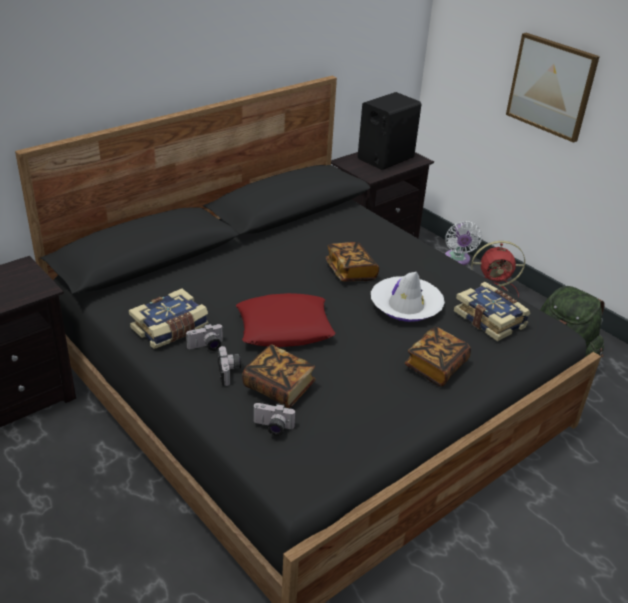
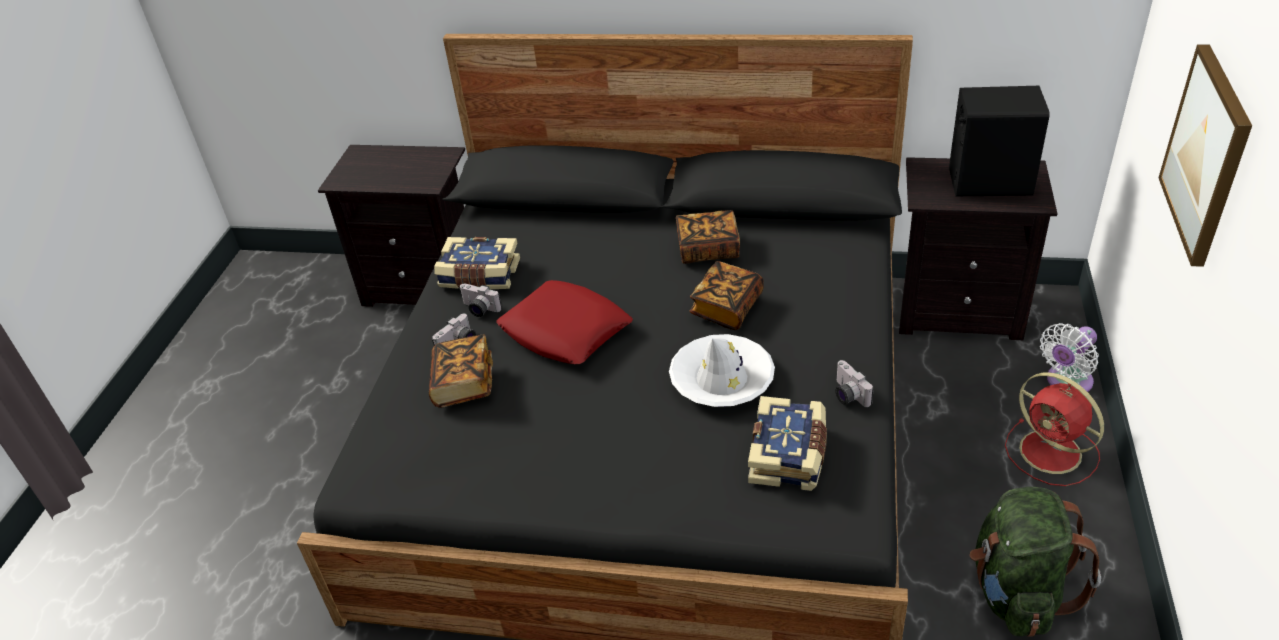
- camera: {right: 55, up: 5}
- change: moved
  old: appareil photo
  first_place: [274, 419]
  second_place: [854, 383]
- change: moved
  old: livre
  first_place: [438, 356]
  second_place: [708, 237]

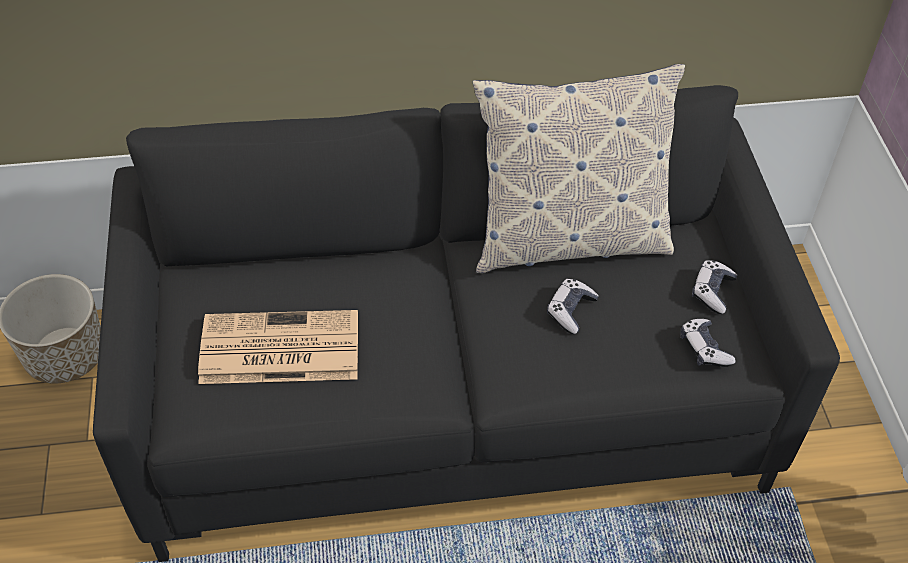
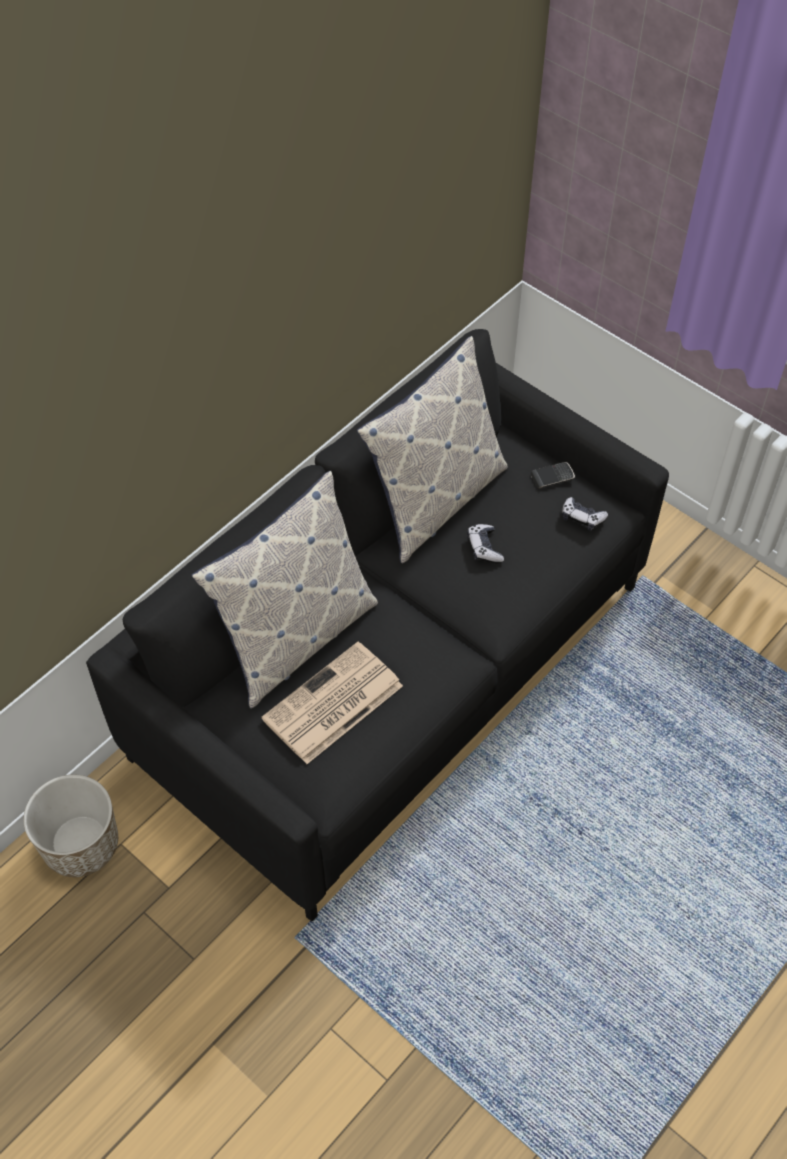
- camera: {right: -40, up: 5}
- change: added
  new: coussin
  second_place: [284, 589]
- change: replaced
  old: manette
  new: téléphone
  first_place: [714, 287]
  second_place: [553, 475]

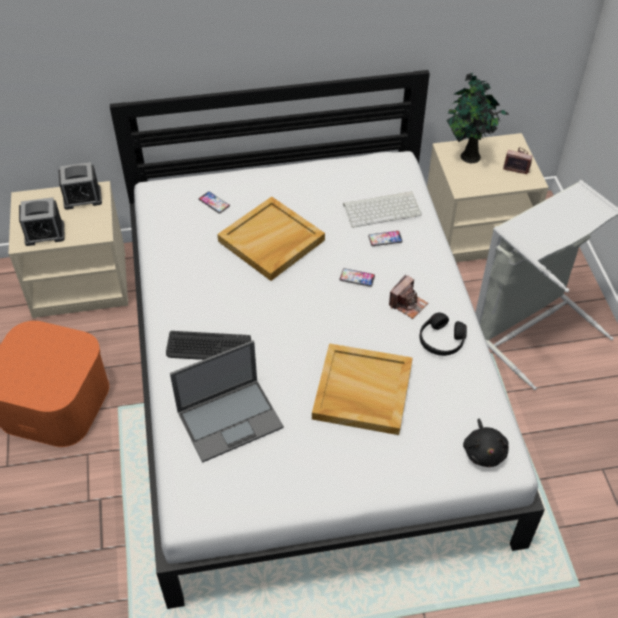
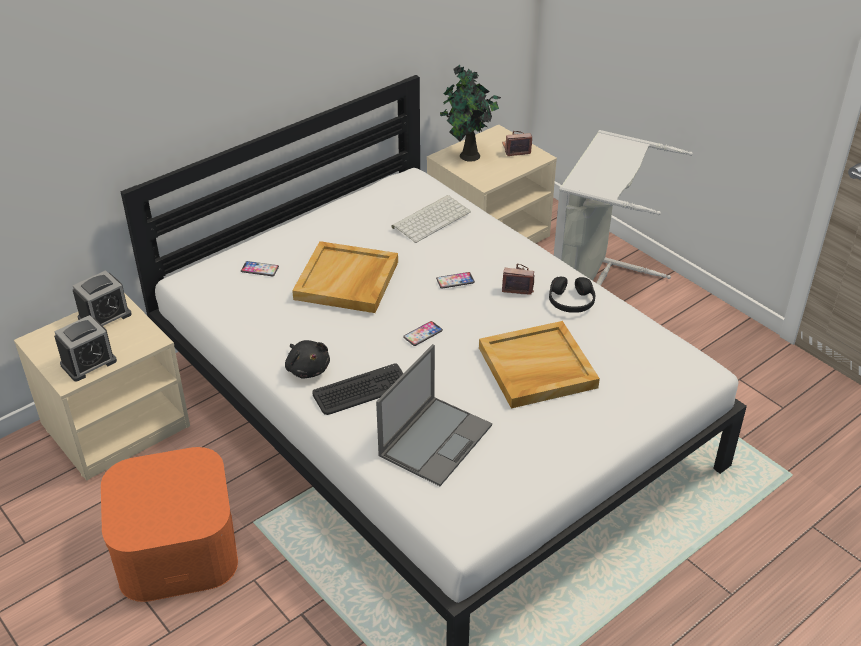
- camera: {right: -30, up: -10}
- change: moved
  old: téléphone
  first_place: [385, 238]
  second_place: [423, 333]
- change: moved
  old: peluche (noir)
  first_place: [486, 443]
  second_place: [307, 359]
- change: turned
  old: appareil photo
  first_place: [408, 297]
  second_place: [518, 279]
  degrees: -90

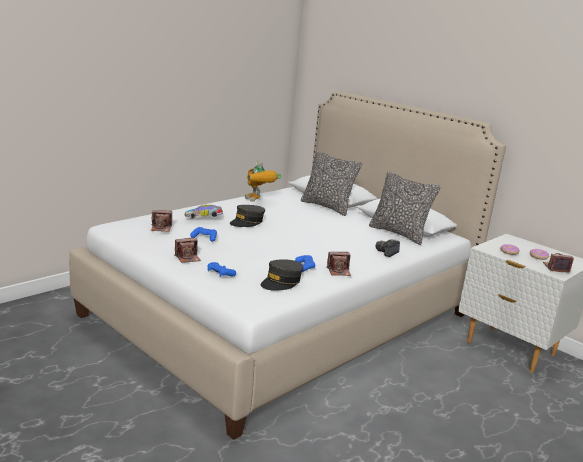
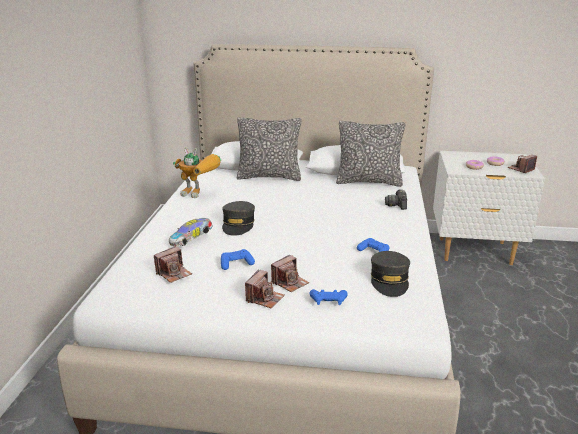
- camera: {right: -35, up: 5}
- change: moved
  old: appareil photo
  first_place: [338, 264]
  second_place: [290, 273]

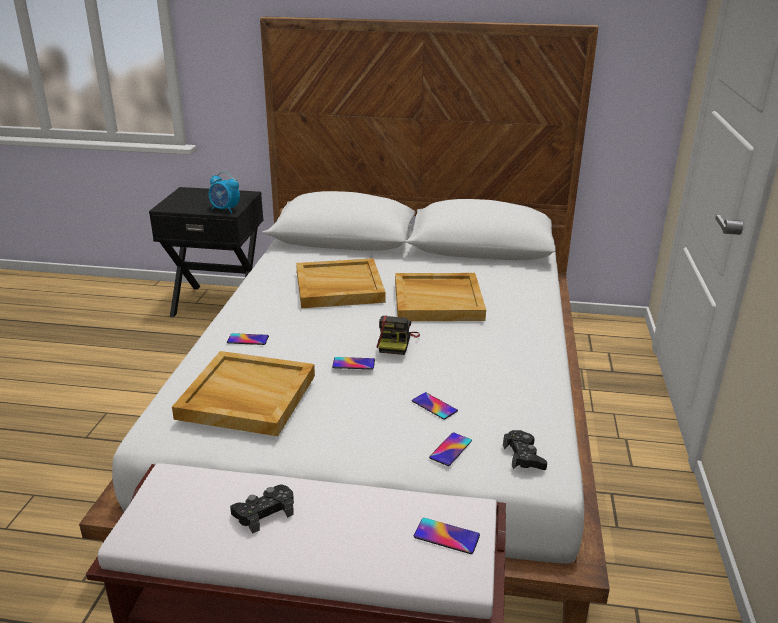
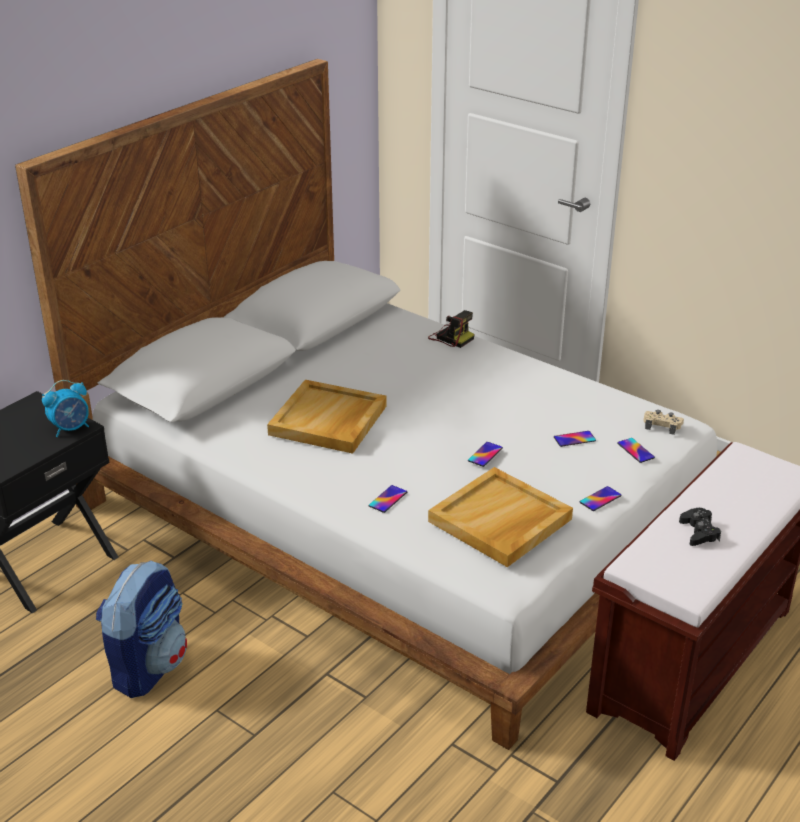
- camera: {right: -60, up: 5}
- change: removed
  old: plateau (beige)
  first_place: [440, 297]
- change: added
  new: sac à dos
  second_place: [141, 629]
- change: moved
  old: appareil photo
  first_place: [398, 335]
  second_place: [451, 329]
- change: moved
  old: téléphone
  first_place: [447, 536]
  second_place: [601, 498]
- change: recoloured
  old: manette (noir)
  new: manette (beige)
  first_place: [525, 450]
  second_place: [663, 422]

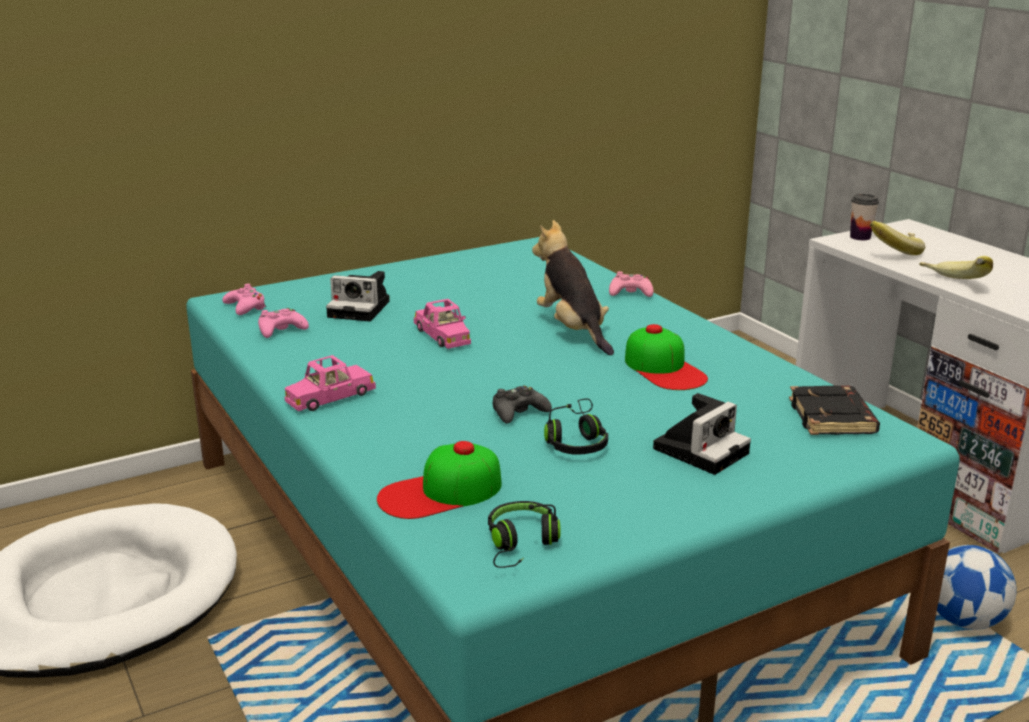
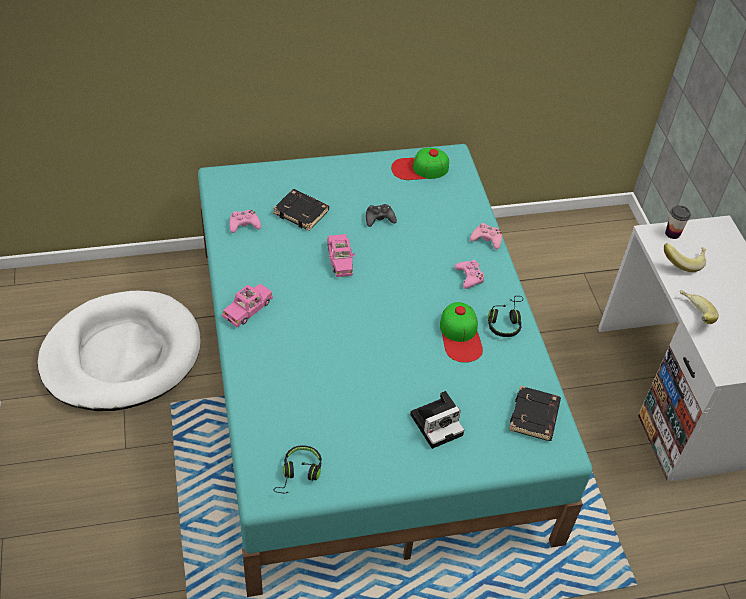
- camera: {right: 15, up: 25}
- change: removed
  old: peluche
  first_place: [573, 287]
- change: removed
  old: ballon de foot
  first_place: [977, 587]
- change: moved
  old: manette (rose)
  first_place: [244, 299]
  second_place: [469, 274]
- change: moved
  old: casquette
  first_place: [439, 480]
  second_place: [420, 164]
- change: moved
  old: manette (noir)
  first_place: [522, 404]
  second_place: [381, 215]
- change: moved
  old: casque audio (noir)
  first_place: [576, 426]
  second_place: [505, 316]
- change: replaced
  old: appareil photo
  new: livre (noir)
  first_place: [358, 296]
  second_place: [301, 210]
- change: turned
  old: petite voiture (rose)
  first_place: [330, 383]
  second_place: [247, 305]
  degrees: 150

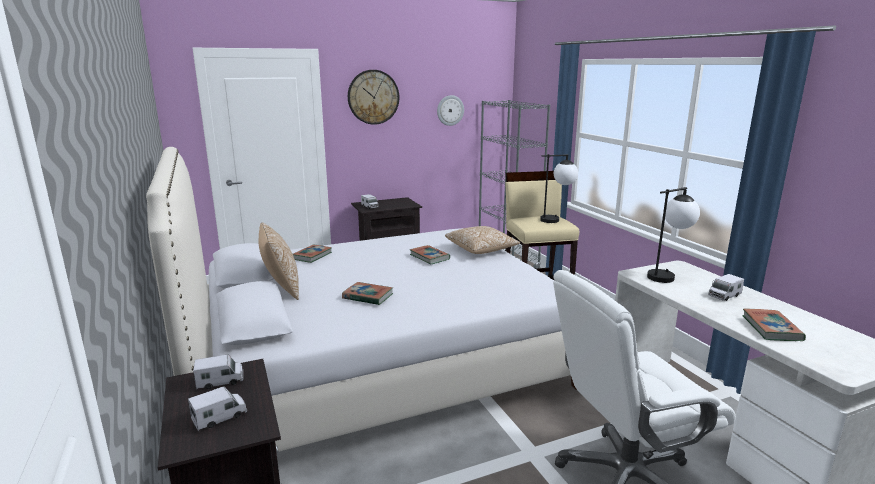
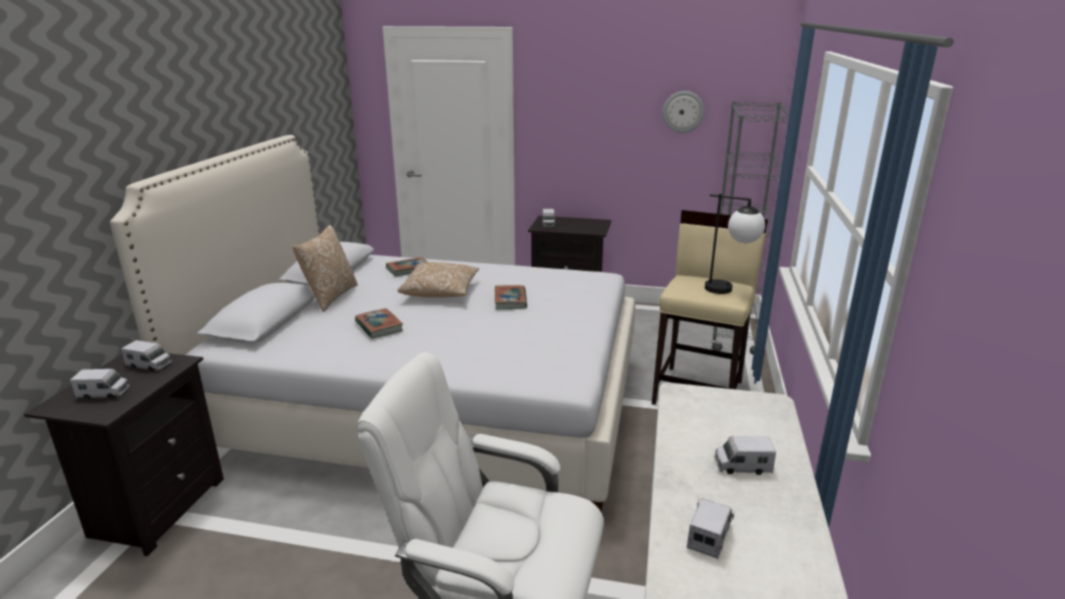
- camera: {right: 35, up: 5}
- change: removed
  old: horloge murale
  first_place: [373, 97]
- change: removed
  old: lampe de table
  first_place: [673, 235]
- change: moved
  old: coussin
  first_place: [482, 240]
  second_place: [438, 280]
- change: replaced
  old: livre
  new: camion jouet
  first_place: [774, 324]
  second_place: [711, 528]

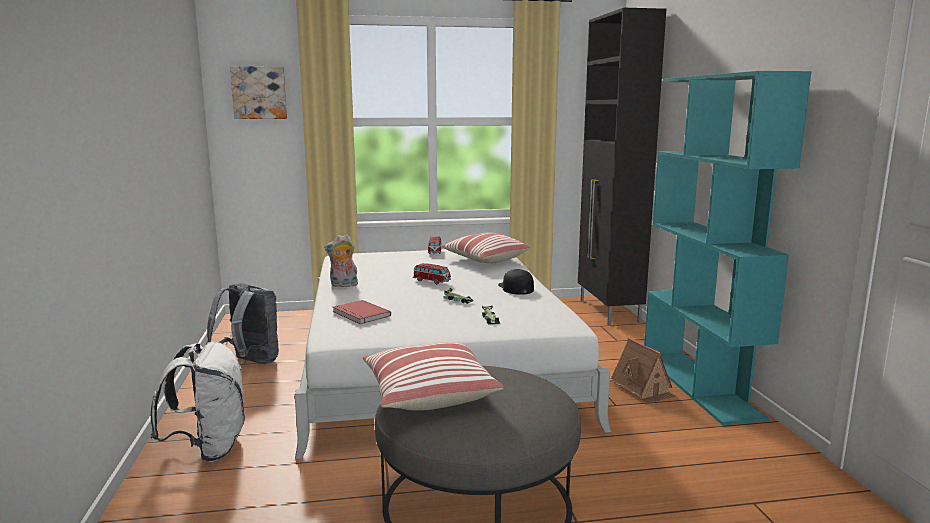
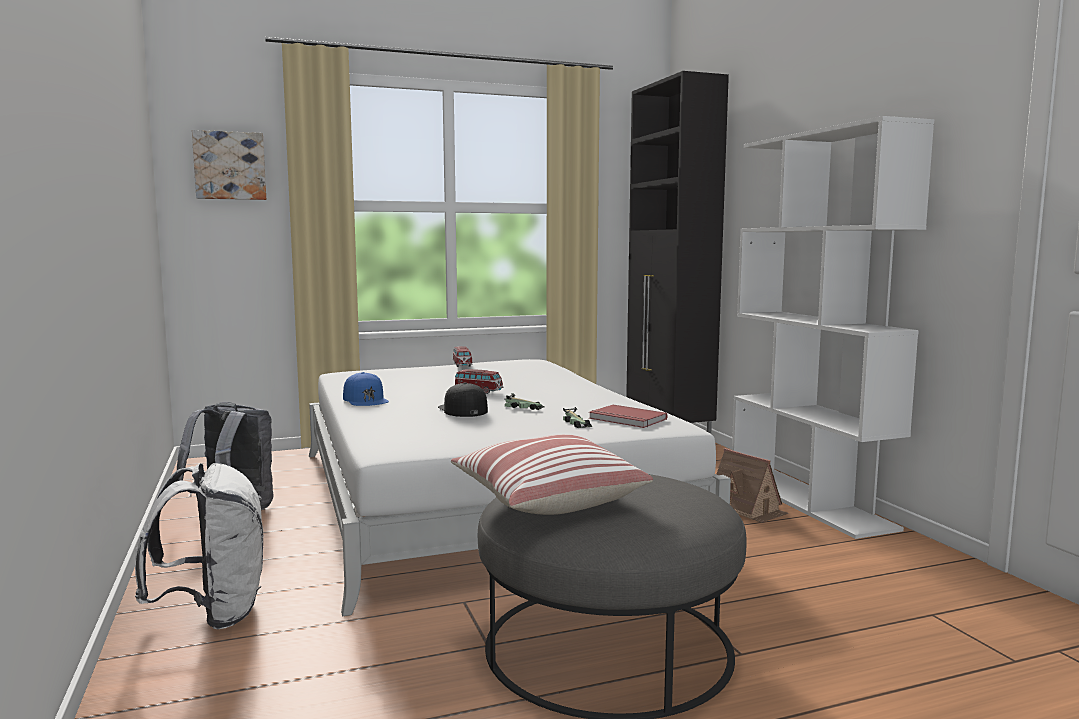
- camera: {right: -10, up: -5}
- change: removed
  old: coussin
  first_place: [485, 248]
- change: moved
  old: livre (rouge)
  first_place: [362, 312]
  second_place: [628, 416]
- change: moved
  old: casquette (noir)
  first_place: [516, 282]
  second_place: [463, 399]
- change: replaced
  old: peluche
  new: casquette (bleu)
  first_place: [341, 261]
  second_place: [366, 389]
- change: recoloured
  old: bibliothèque (turquoise)
  new: bibliothèque (blanc)
  first_place: [728, 248]
  second_place: [833, 327]

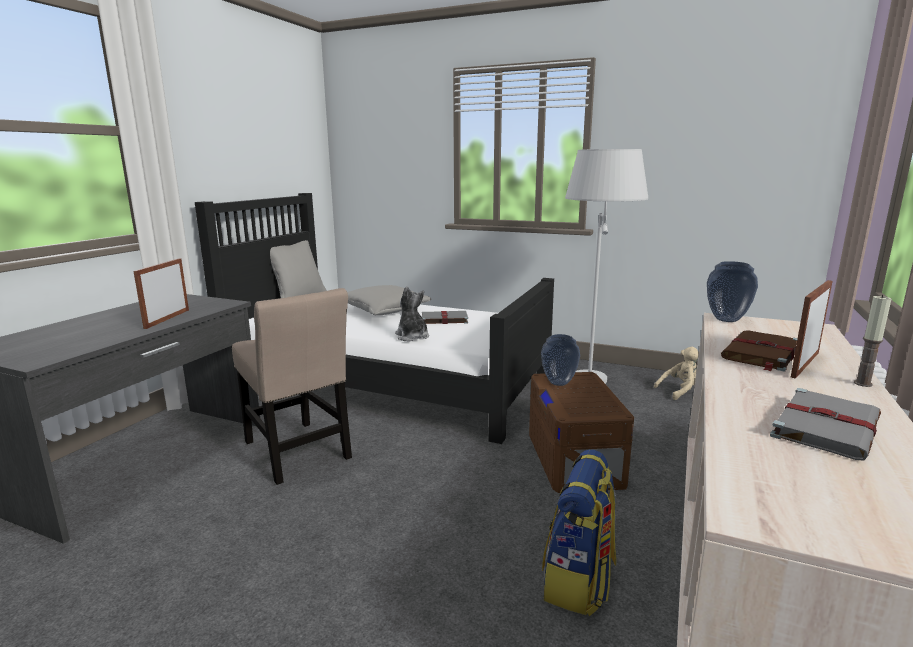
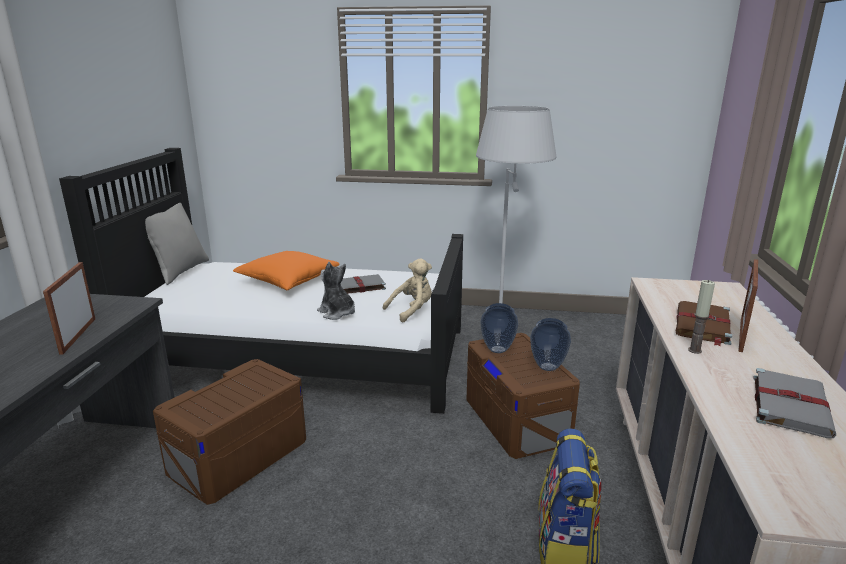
- camera: {right: -15, up: 5}
- change: moved
  old: peluche (beige)
  first_place: [676, 373]
  second_place: [407, 290]
- change: moved
  old: vase
  first_place: [732, 291]
  second_place: [550, 344]
- change: moved
  old: bougie
  first_place: [873, 341]
  second_place: [701, 317]
- change: replaced
  old: chaise (beige)
  new: boîte de rangement (marron)
  first_place: [292, 386]
  second_place: [229, 432]
- change: recoloured
  old: coussin (gris)
  new: coussin (orange)
  first_place: [389, 300]
  second_place: [286, 270]

